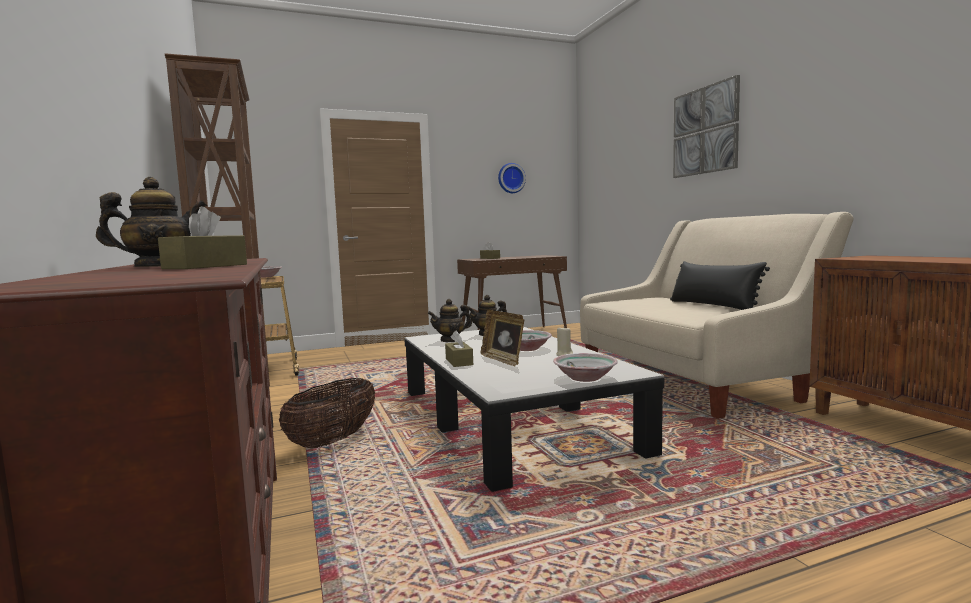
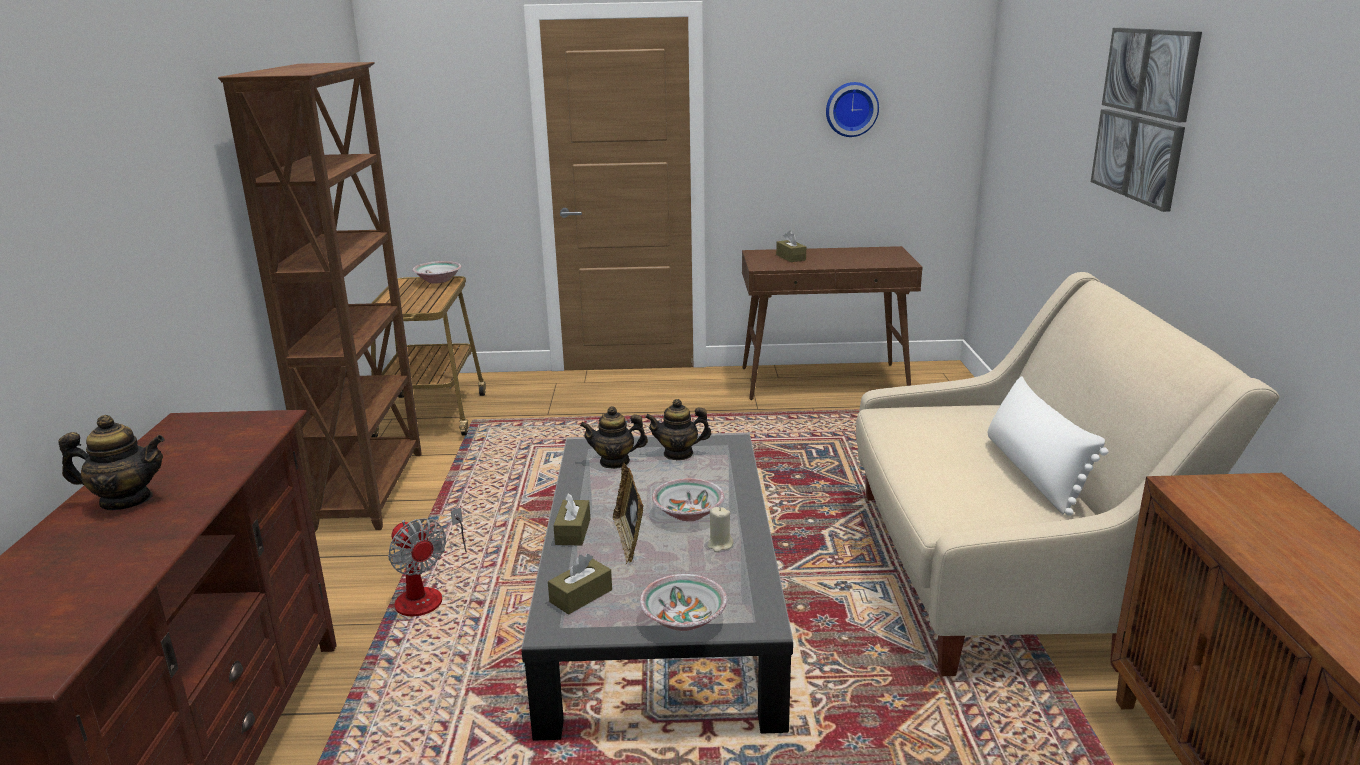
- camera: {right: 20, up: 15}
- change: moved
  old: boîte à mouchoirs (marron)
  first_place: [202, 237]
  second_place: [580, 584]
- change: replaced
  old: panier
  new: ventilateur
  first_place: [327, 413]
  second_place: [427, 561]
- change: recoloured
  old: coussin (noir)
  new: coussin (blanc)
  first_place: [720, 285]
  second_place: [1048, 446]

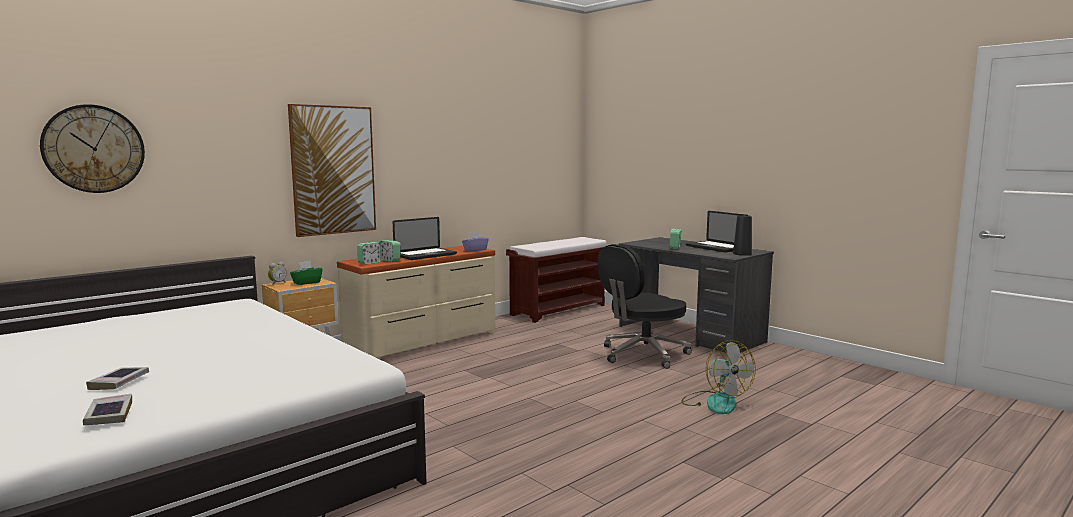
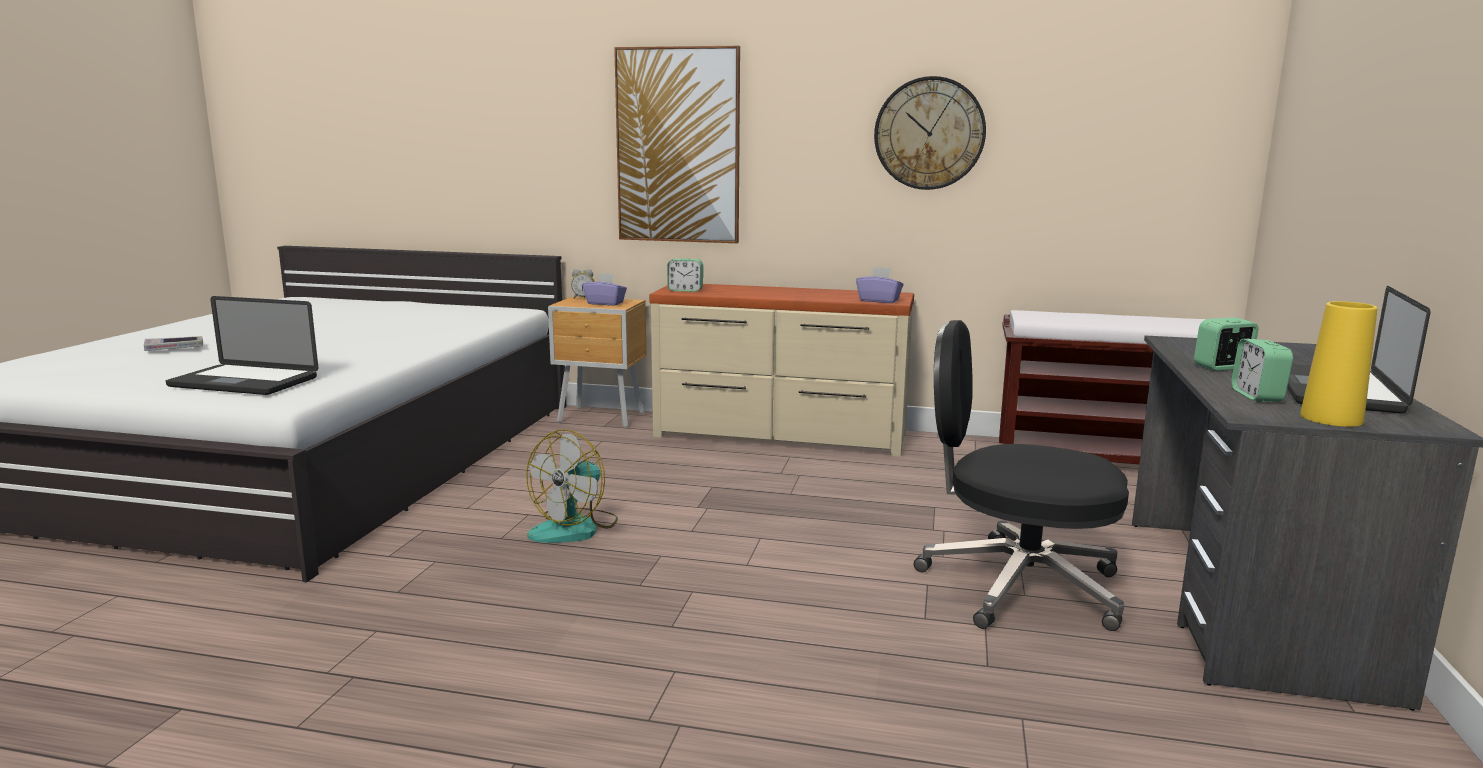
- camera: {right: 55, up: 5}
- change: removed
  old: livre
  first_place: [107, 409]
- change: moved
  old: horloge murale
  first_place: [92, 148]
  second_place: [930, 133]
- change: moved
  old: réveil
  first_place: [390, 251]
  second_place: [1262, 370]
- change: moved
  old: ordinateur portable
  first_place: [425, 238]
  second_place: [242, 345]
- change: moved
  old: ventilateur
  first_place: [718, 377]
  second_place: [572, 486]
- change: recoloured
  old: boîte à mouchoirs (vert)
  new: boîte à mouchoirs (violet)
  first_place: [306, 273]
  second_place: [605, 289]
- change: recoloured
  old: vase (noir)
  new: vase (jaune)
  first_place: [742, 235]
  second_place: [1339, 364]

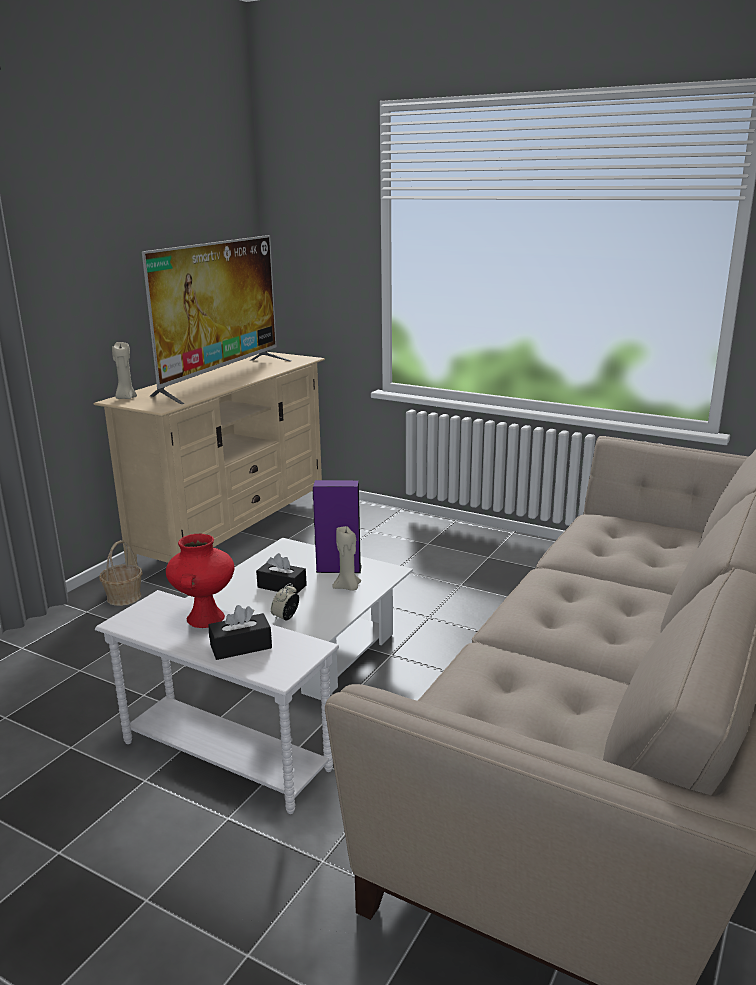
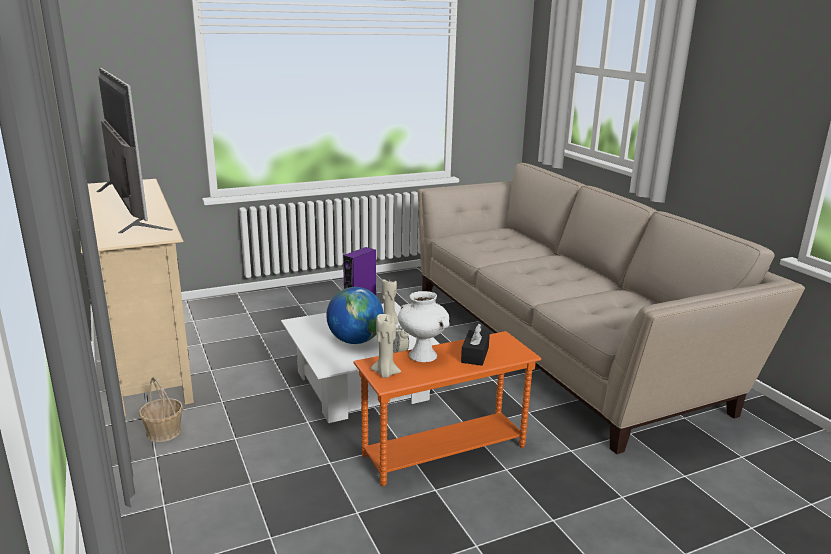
- camera: {right: -55, up: 0}
- change: moved
  old: bougie (beige)
  first_place: [124, 370]
  second_place: [386, 346]
- change: replaced
  old: boîte à mouchoirs (noir)
  new: globe
  first_place: [281, 573]
  second_place: [355, 315]
- change: recoloured
  old: table d'appoint (blanc)
  new: table d'appoint (orange)
  first_place: [217, 702]
  second_place: [447, 408]
- change: recoloured
  old: vase (rouge)
  new: vase (blanc)
  first_place: [200, 581]
  second_place: [424, 326]

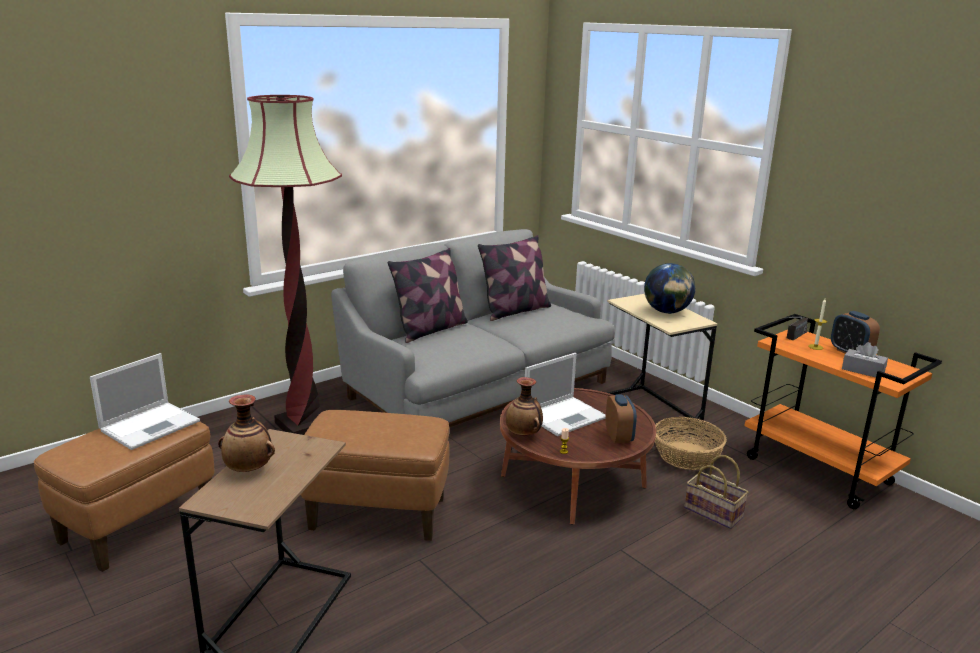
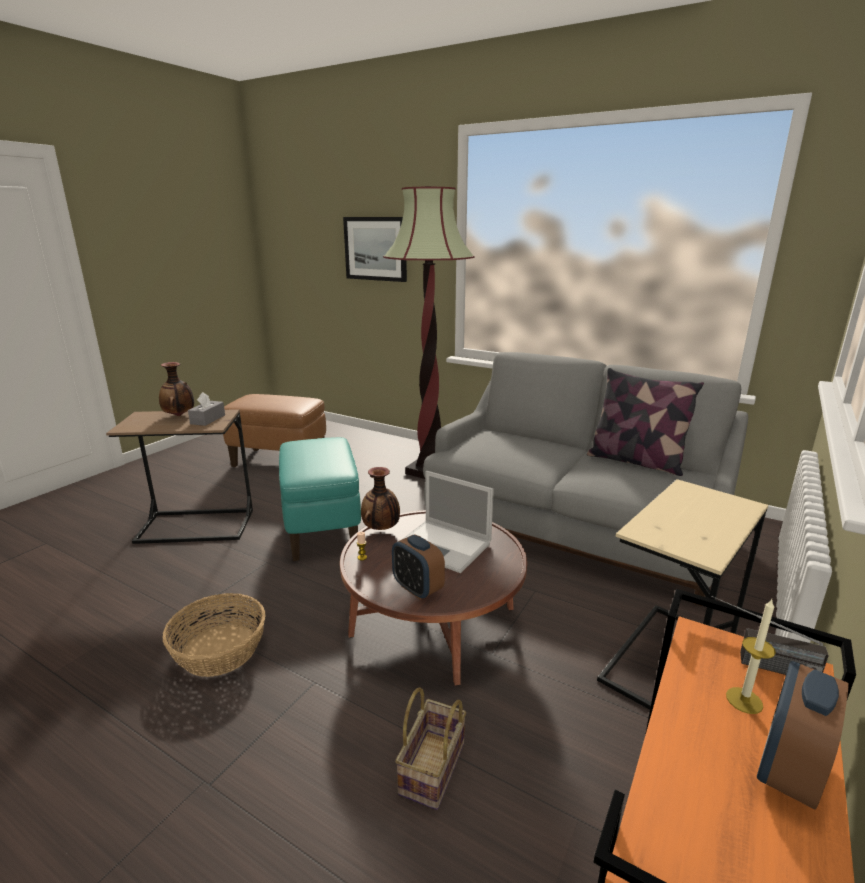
- camera: {right: 70, up: 0}
- change: removed
  old: ordinateur portable
  first_place: [145, 401]
- change: removed
  old: coussin
  first_place: [428, 295]
- change: removed
  old: globe
  first_place: [669, 288]
- change: added
  new: tableau
  second_place: [375, 249]
- change: moved
  old: panier
  first_place: [691, 443]
  second_place: [214, 635]
- change: moved
  old: boîte à mouchoirs (gris)
  first_place: [865, 360]
  second_place: [206, 409]
- change: recoloured
  old: pouf (marron)
  new: pouf (turquoise)
  first_place: [375, 475]
  second_place: [320, 499]
- change: turned
  old: réveil
  first_place: [621, 418]
  second_place: [418, 567]
  degrees: 75

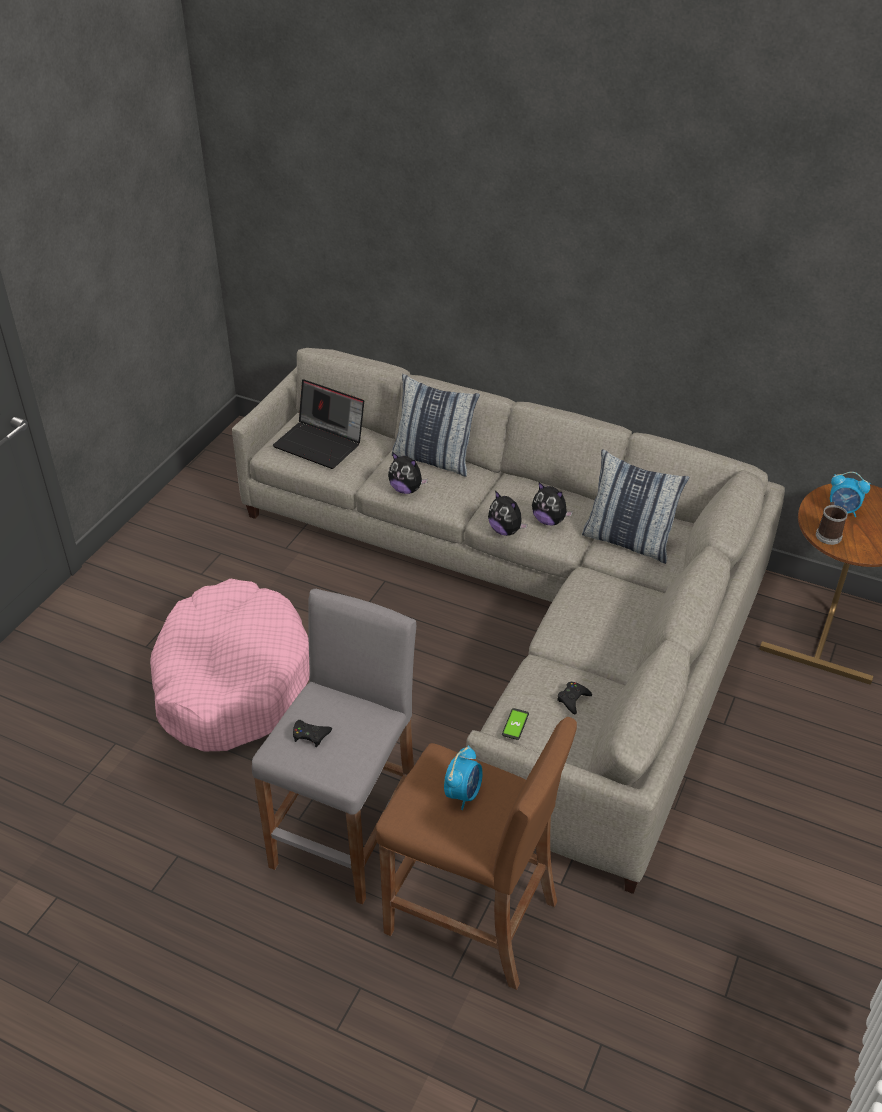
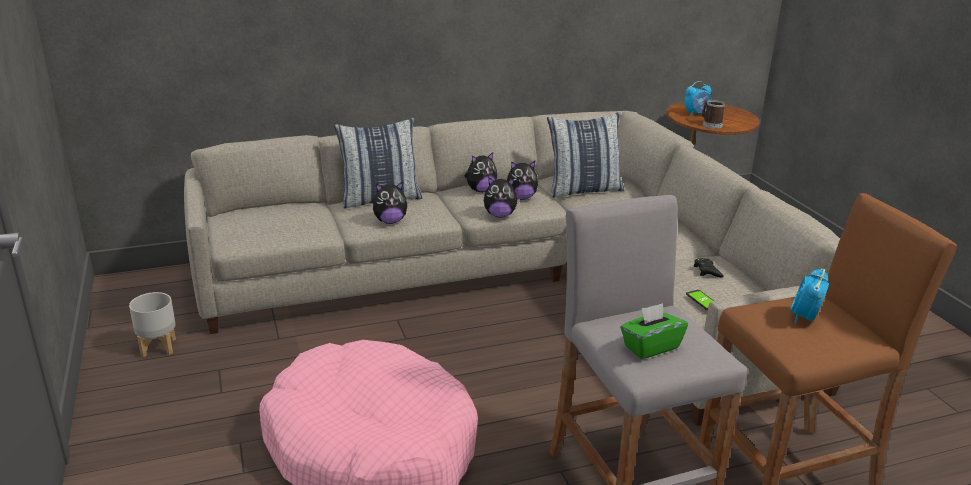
- camera: {right: -45, up: -15}
- change: removed
  old: ordinateur portable
  first_place: [318, 424]
- change: added
  new: cache-pot (gris)
  second_place: [152, 324]
- change: added
  new: peluche
  second_place: [481, 172]
- change: replaced
  old: manette (noir)
  new: boîte à mouchoirs (vert)
  first_place: [312, 733]
  second_place: [654, 331]
- change: turned
  old: réveil
  first_place: [463, 778]
  second_place: [810, 296]
  degrees: -135

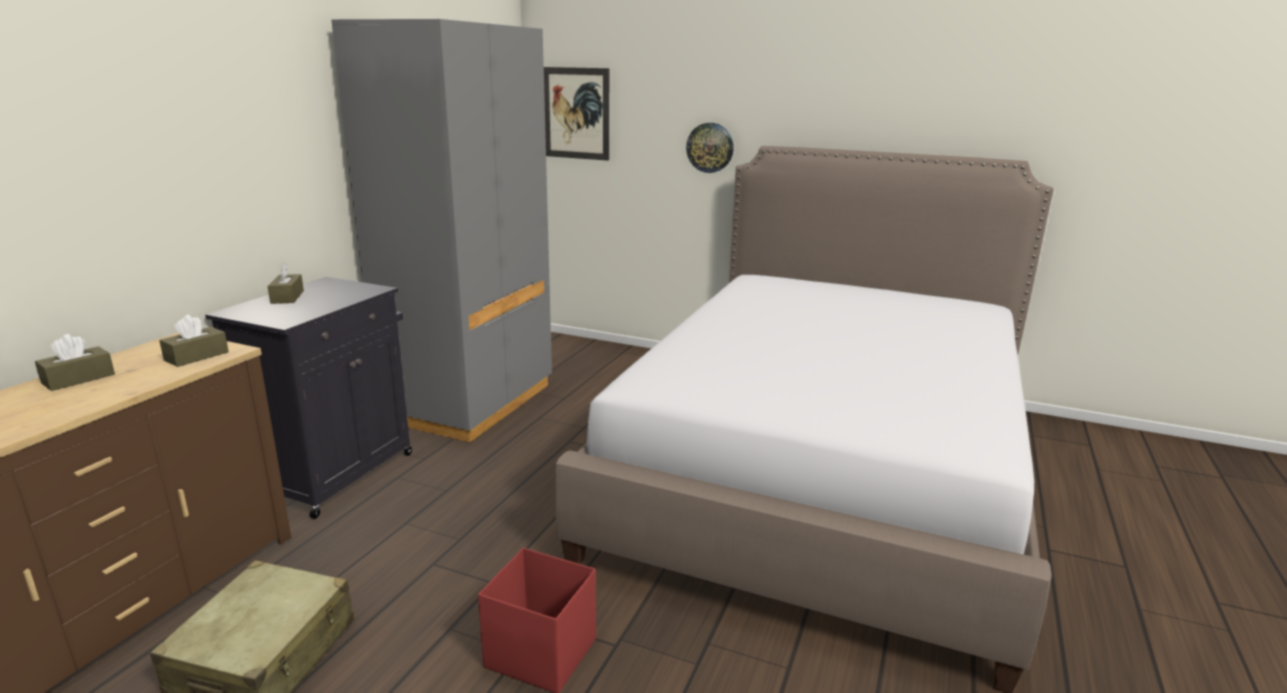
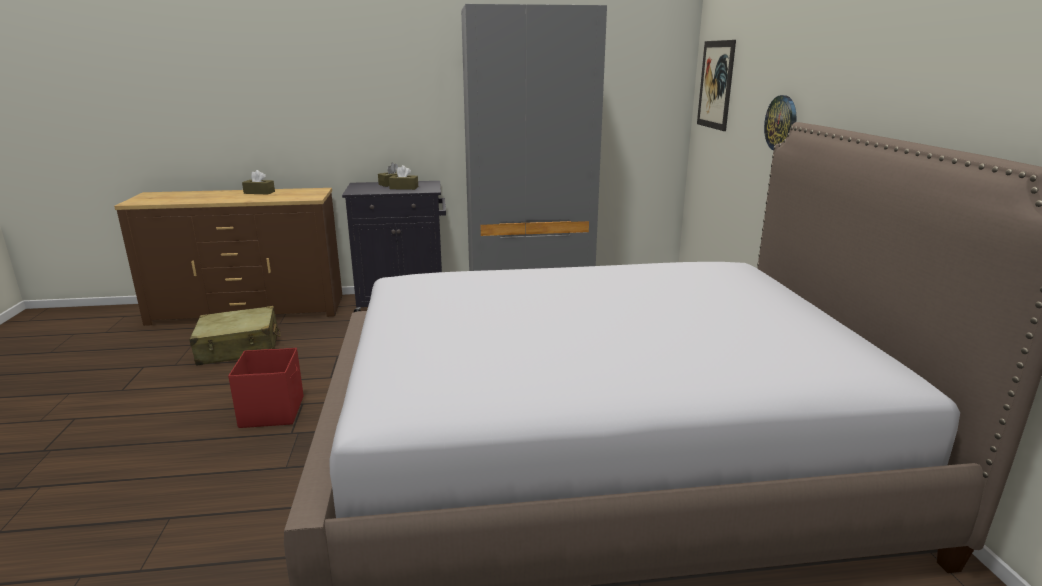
- camera: {right: 60, up: 0}
- change: moved
  old: boîte à mouchoirs (marron)
  first_place: [194, 341]
  second_place: [403, 177]

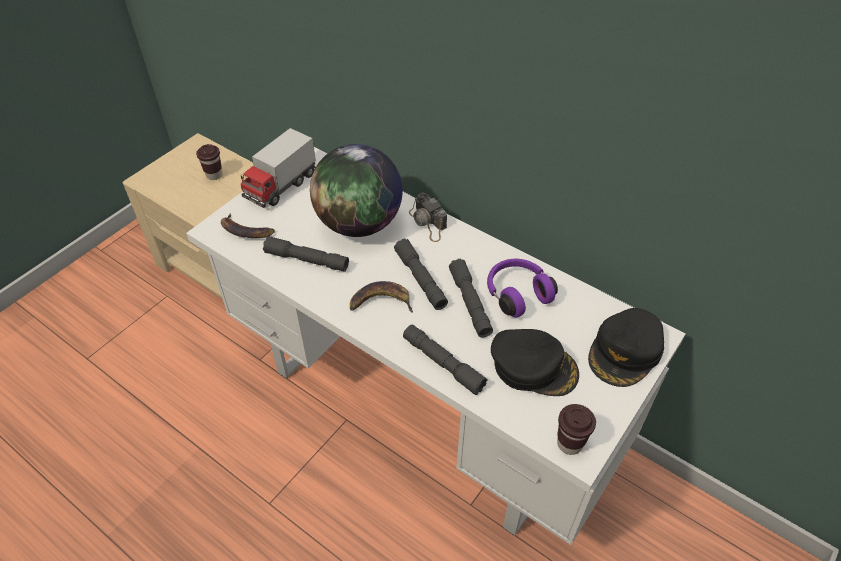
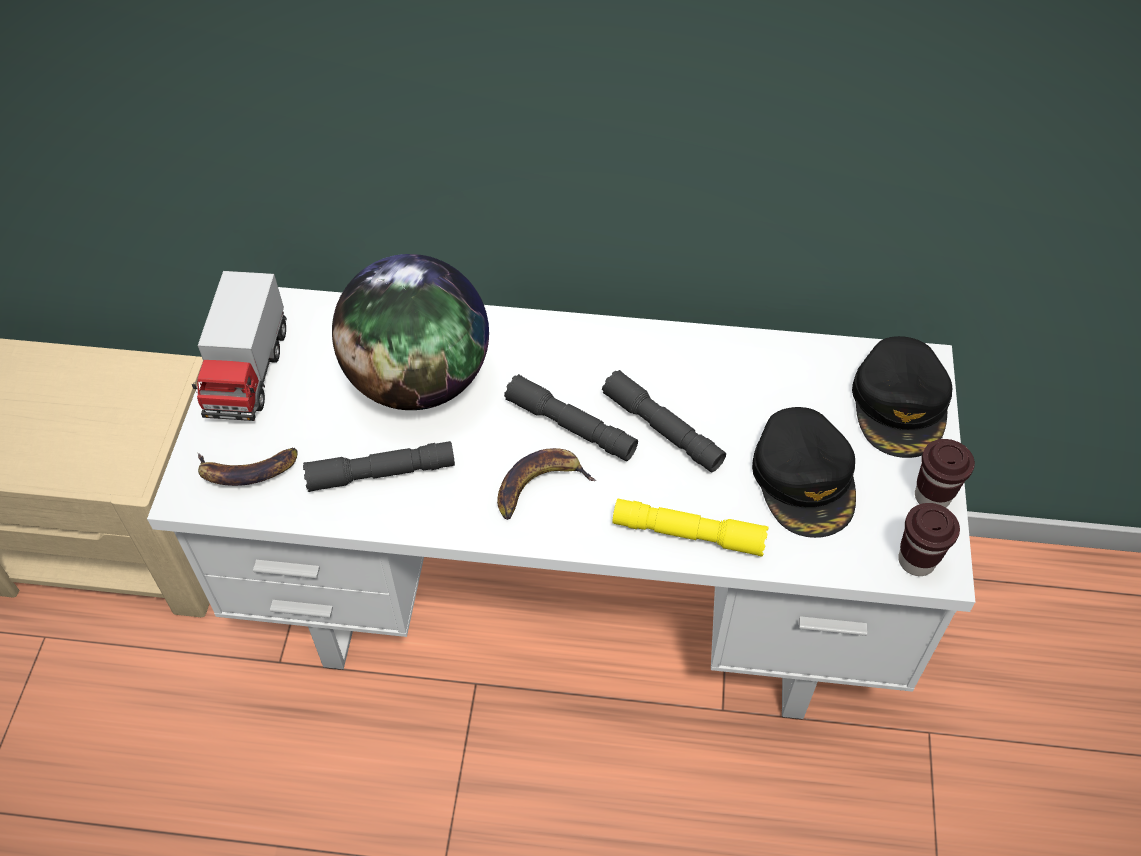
- camera: {right: -30, up: 5}
- change: removed
  old: appareil photo
  first_place: [428, 217]
- change: removed
  old: casque audio (violet)
  first_place: [522, 288]
- change: moved
  old: tasse (marron)
  first_place: [209, 162]
  second_place: [945, 473]
- change: recoloured
  old: lampe de poche (gris)
  new: lampe de poche (jaune)
  first_place: [445, 360]
  second_place: [690, 528]
- change: turned
  old: casquette (noir)
  first_place: [535, 362]
  second_place: [804, 472]
  degrees: 90

